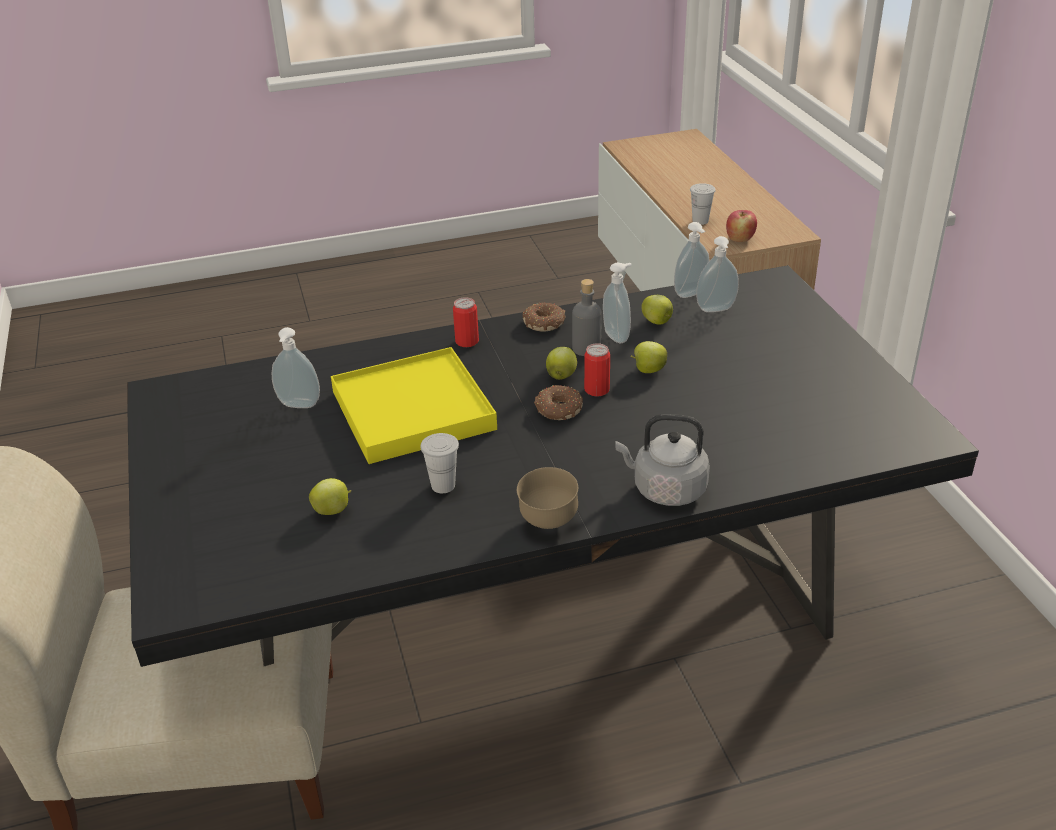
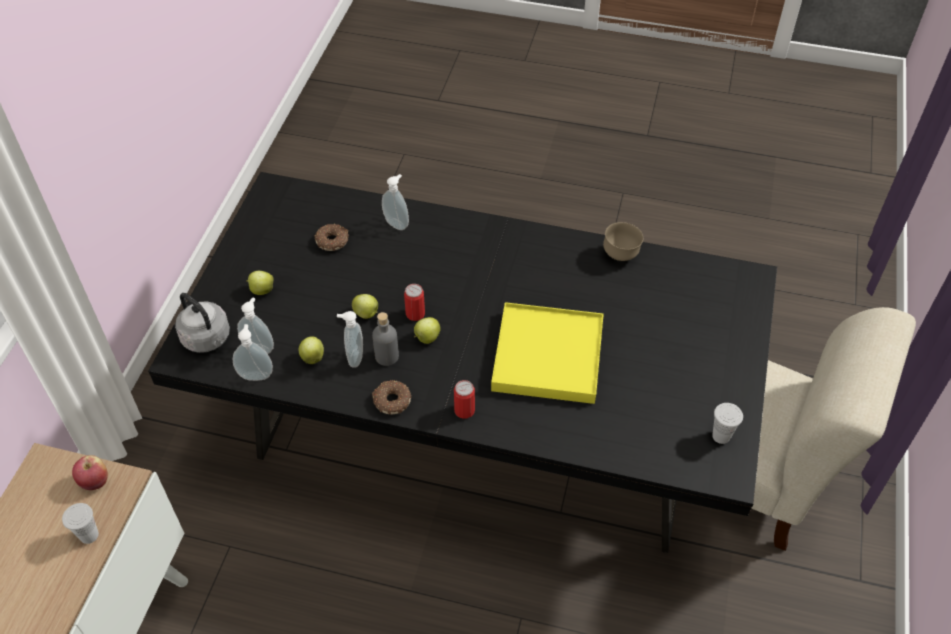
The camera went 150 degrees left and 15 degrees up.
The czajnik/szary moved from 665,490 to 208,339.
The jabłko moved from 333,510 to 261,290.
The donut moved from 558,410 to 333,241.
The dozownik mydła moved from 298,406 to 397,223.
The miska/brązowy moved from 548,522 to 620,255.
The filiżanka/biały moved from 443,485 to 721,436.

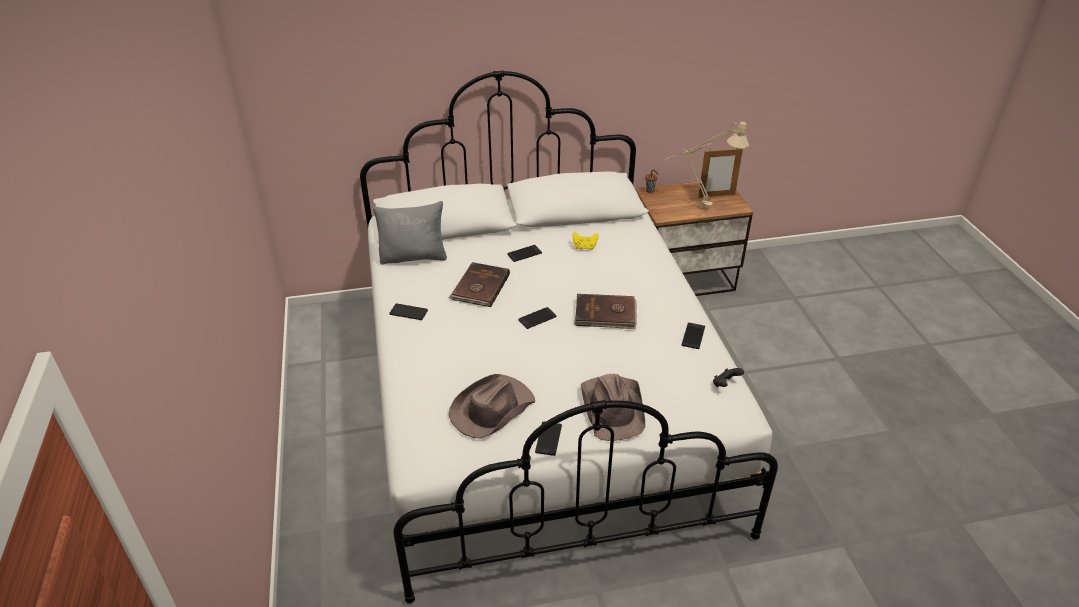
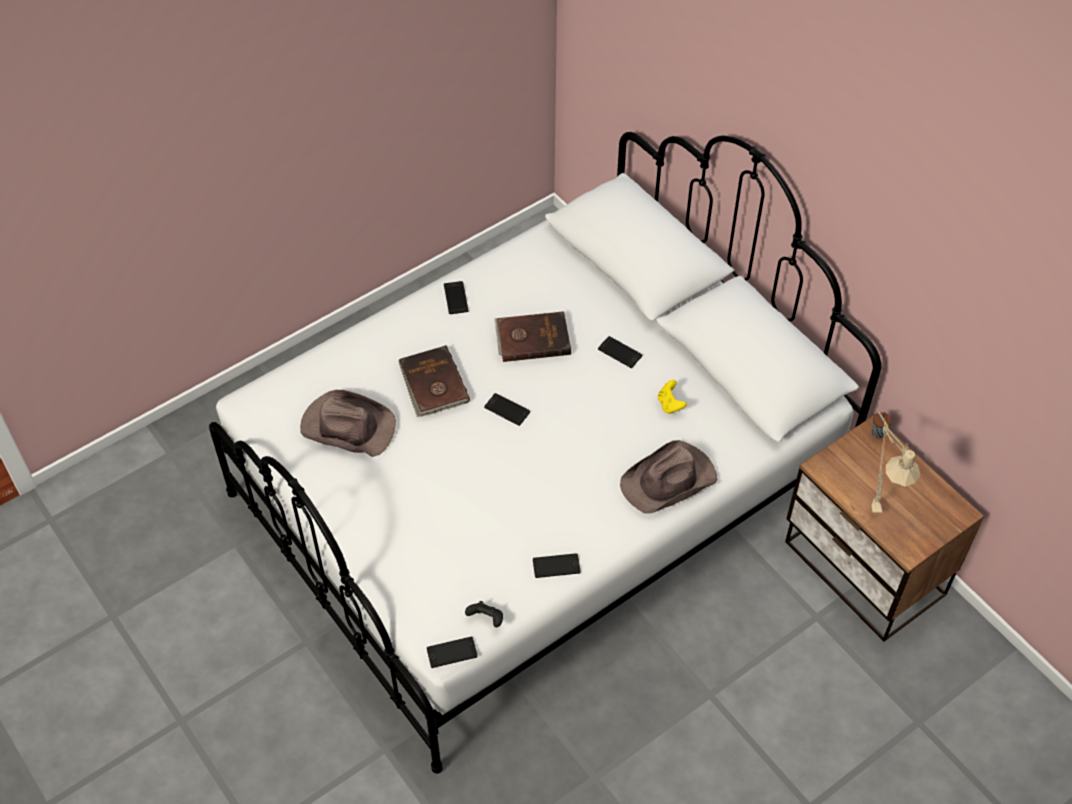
The camera went 65 degrees right and 15 degrees up.
The książka/brązowy moved from 605,314 to 433,384.
The telefon moved from 548,439 to 452,652.
The kapelusz/brązowy moved from 613,408 to 669,481.
The poduszka/szary at 413,257 disappeared.
The ramka na zdjęcie at 716,195 disappeared.

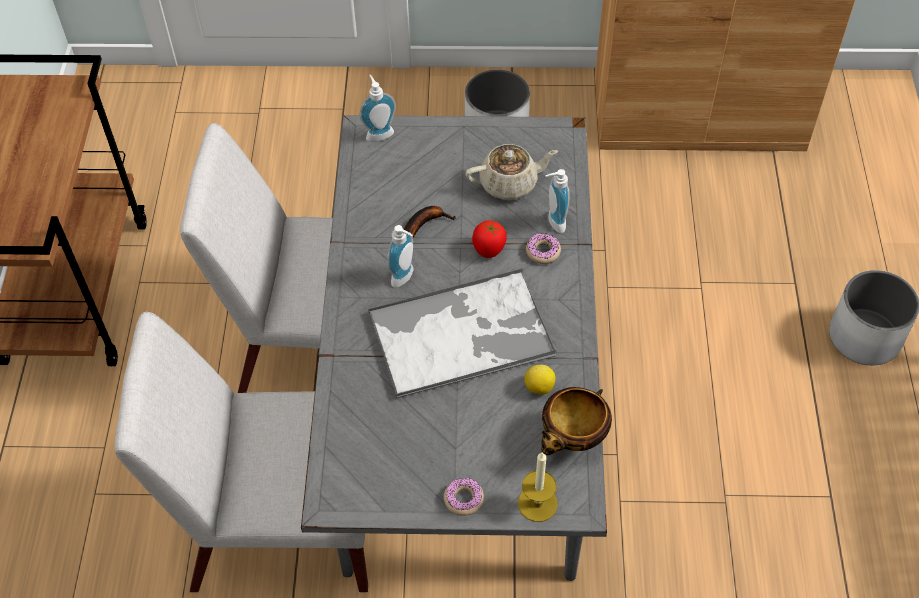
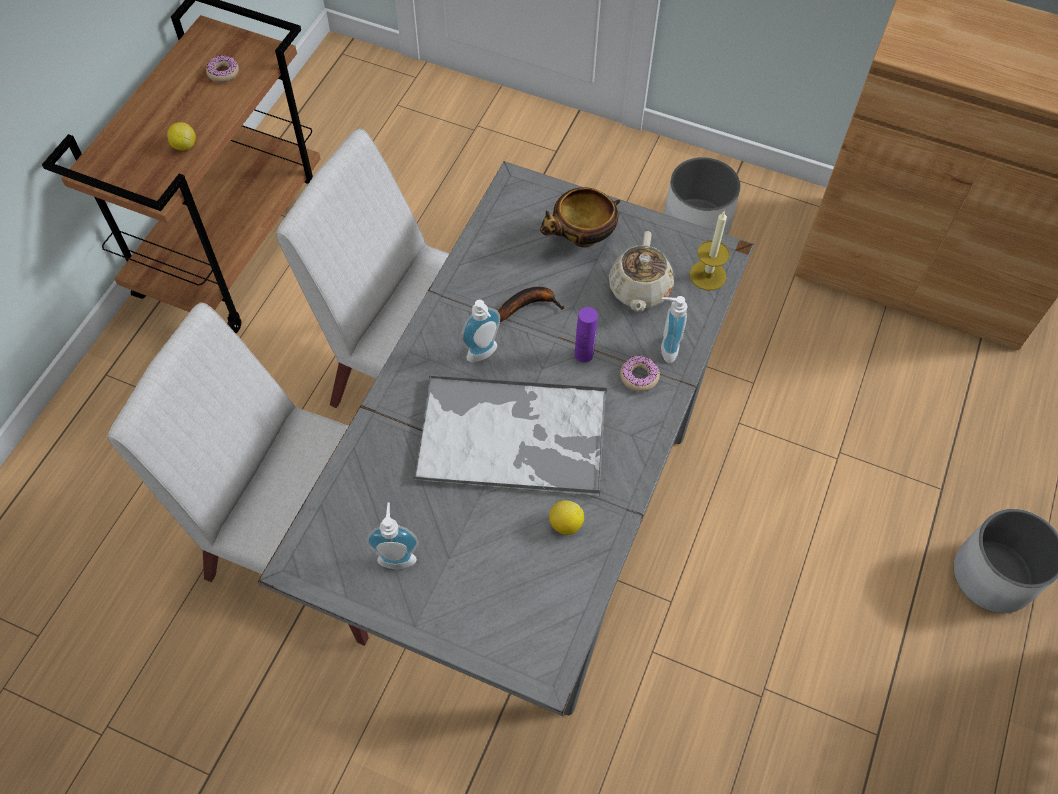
The camera went 20 degrees right and 5 degrees up.
The cytryna at 184,145 appeared.
The donut moved from 463,499 to 223,73.
The dozownik mydła moved from 378,133 to 397,555.
The miska moved from 573,439 to 581,239.
The pomidor at 489,249 was replaced by the butelka/fioletowy at 584,354.
The imbryk/beżowy at 510,183 turned 90 degrees clockwise.
The świeca moved from 537,503 to 707,275.

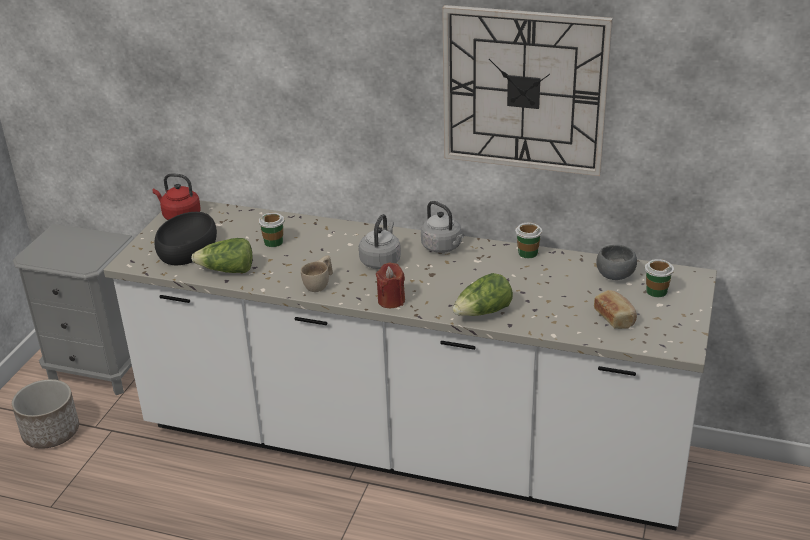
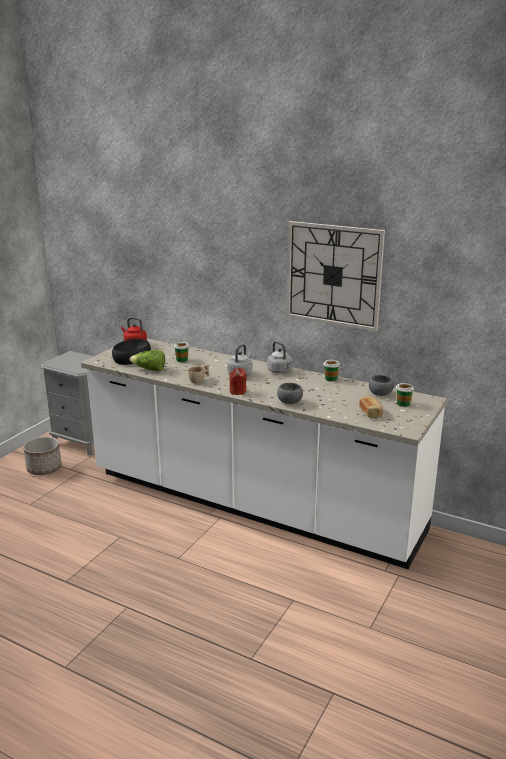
The camera went 10 degrees right and 10 degrees down.
The sałata at 483,313 was replaced by the miska/szary at 290,402.

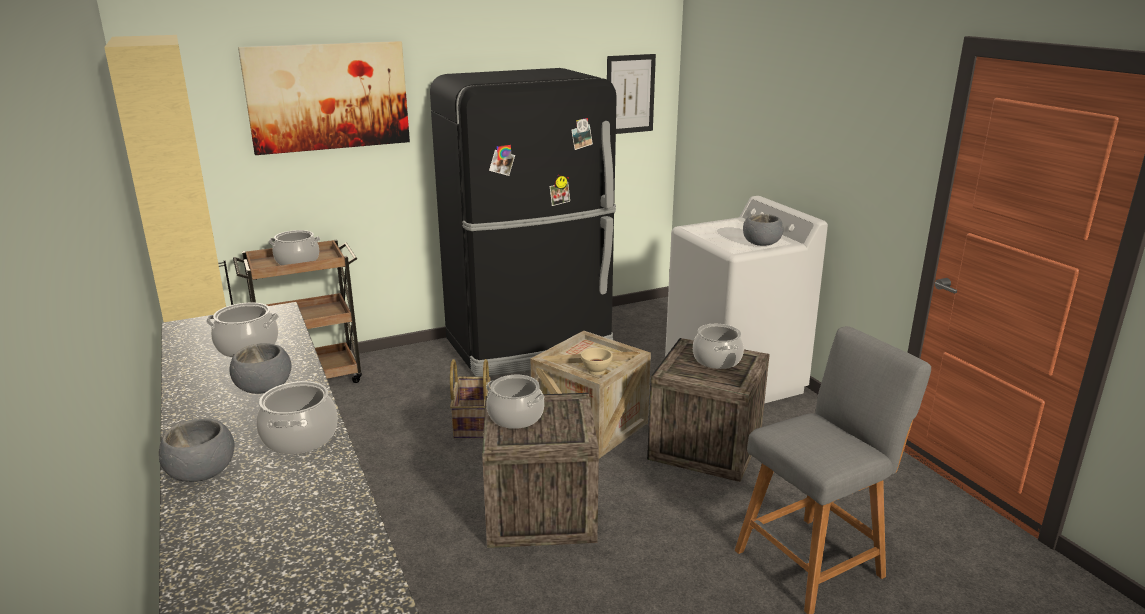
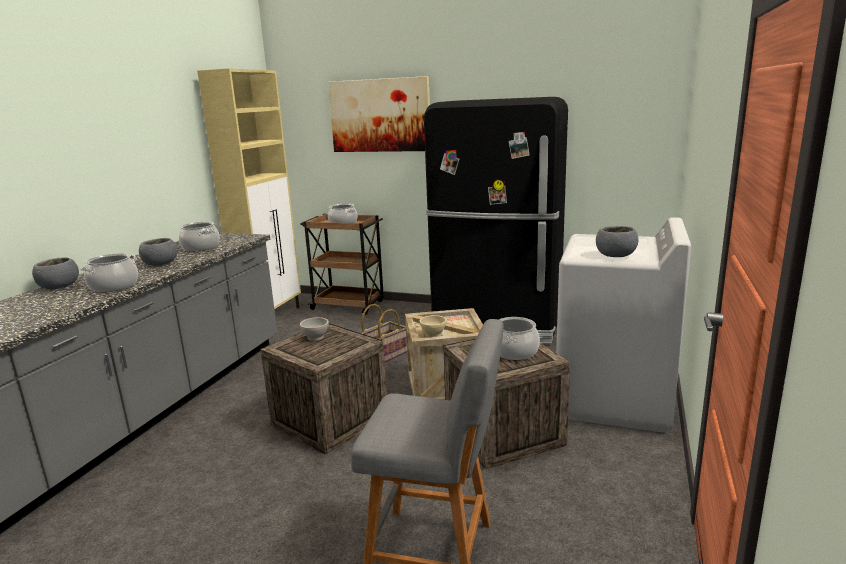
The camera went 45 degrees right and 5 degrees down.
The garnek at 516,416 was replaced by the miska/biały at 316,338.
The obraz at 630,94 disappeared.

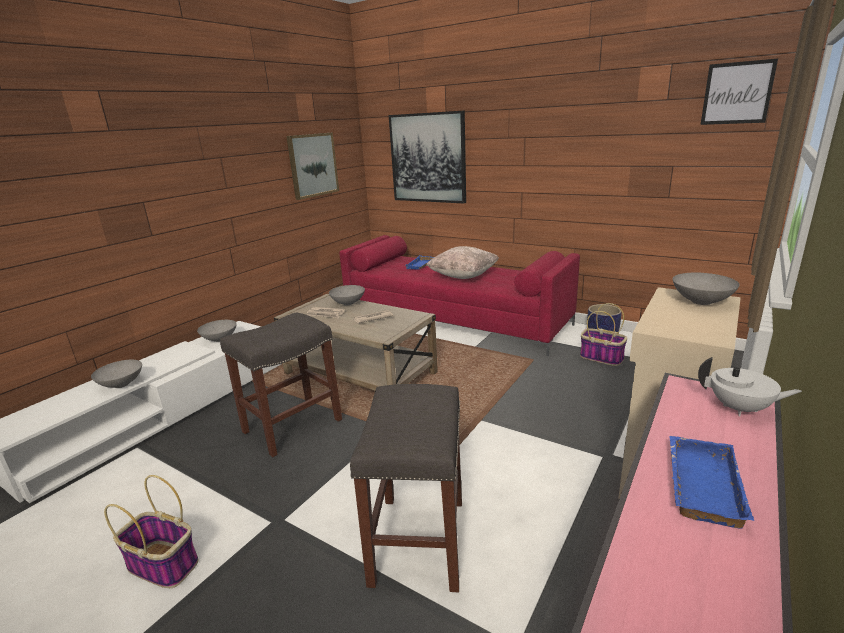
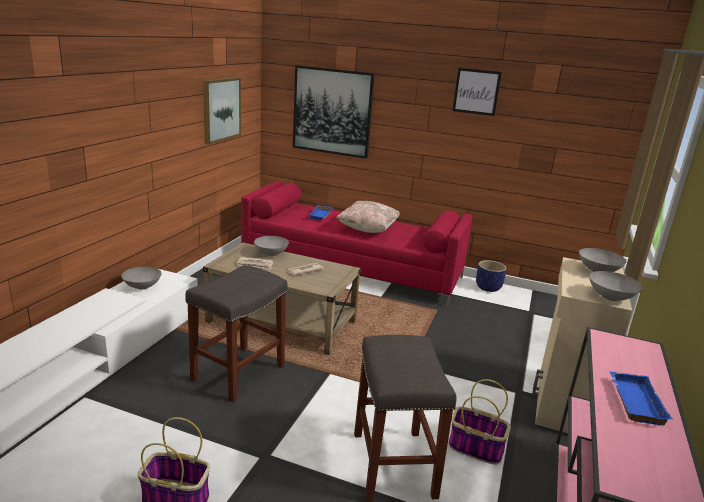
The camera went 15 degrees left and 0 degrees up.
The koszyk moved from 600,357 to 474,448.
The obraz moved from 737,93 to 476,91.
The miska/szary moved from 121,385 to 611,298.
The imbryk/biały at 740,409 disappeared.

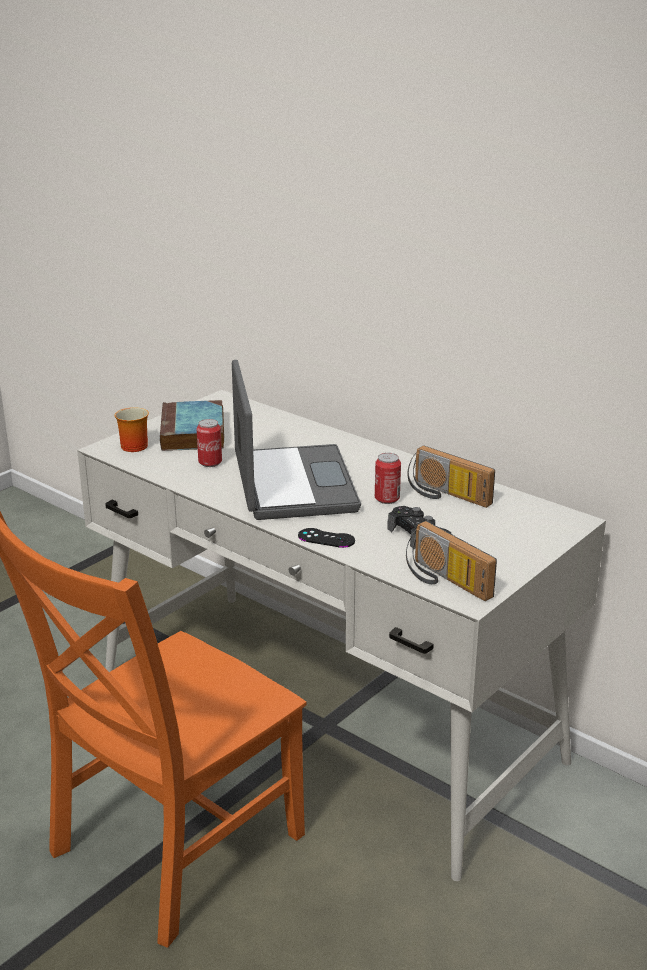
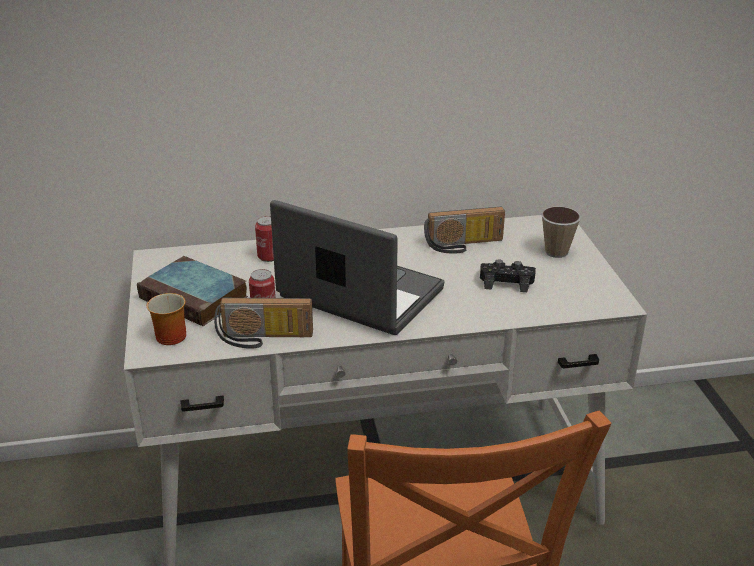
The camera went 50 degrees left and 5 degrees up.
The radio moved from 444,581 to 264,339.
The puszka moved from 387,499 to 268,257.
The filiżanka at 556,252 appeared.
The pad do gier/czarny at 326,538 disappeared.

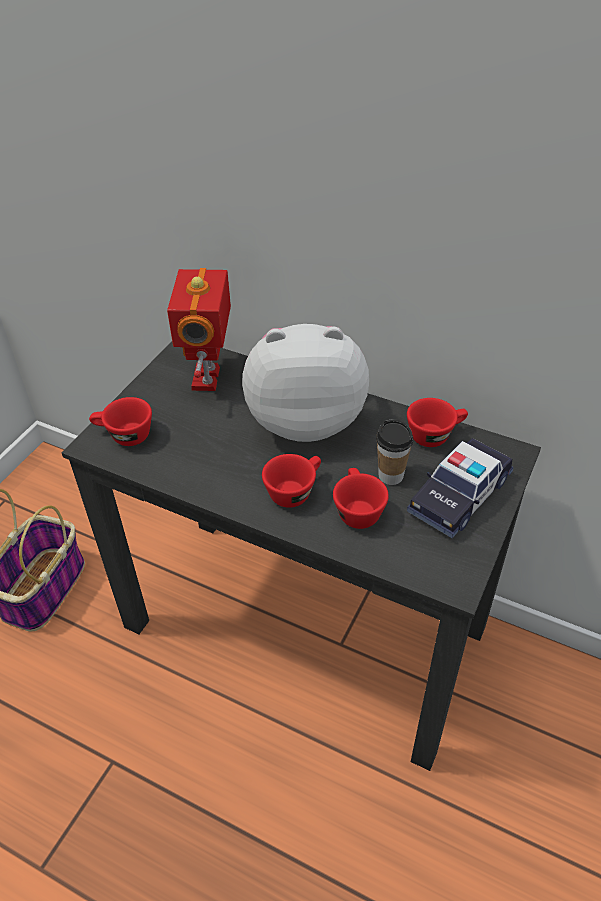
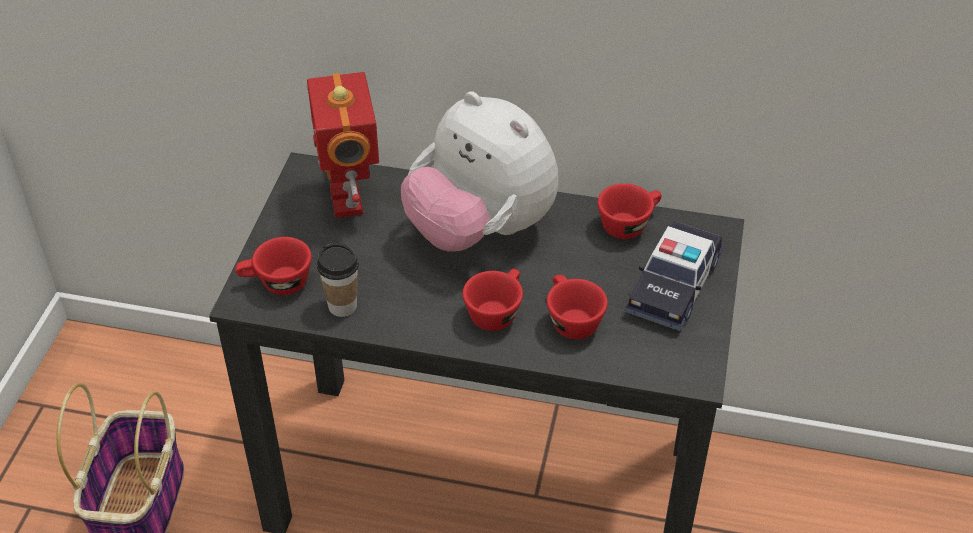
The camera went 15 degrees left and 0 degrees up.
The filiżanka moved from 391,476 to 342,306.
The pluszak at 305,419 turned 120 degrees counterclockwise.

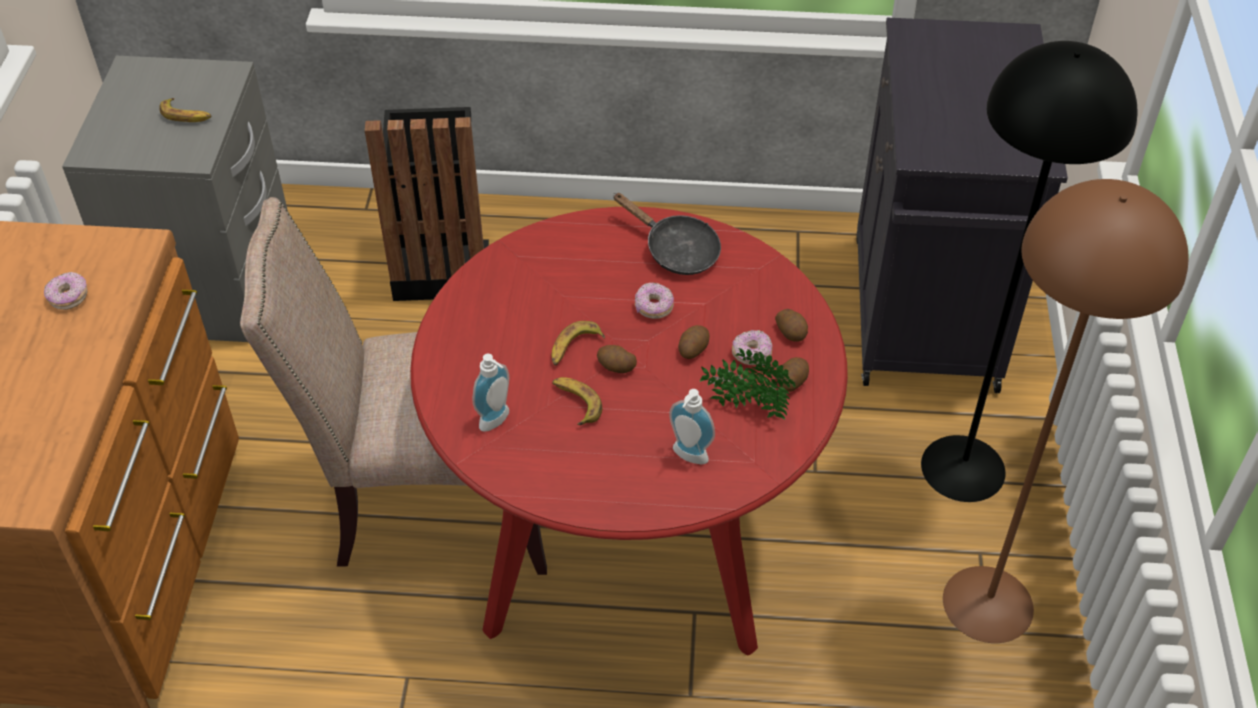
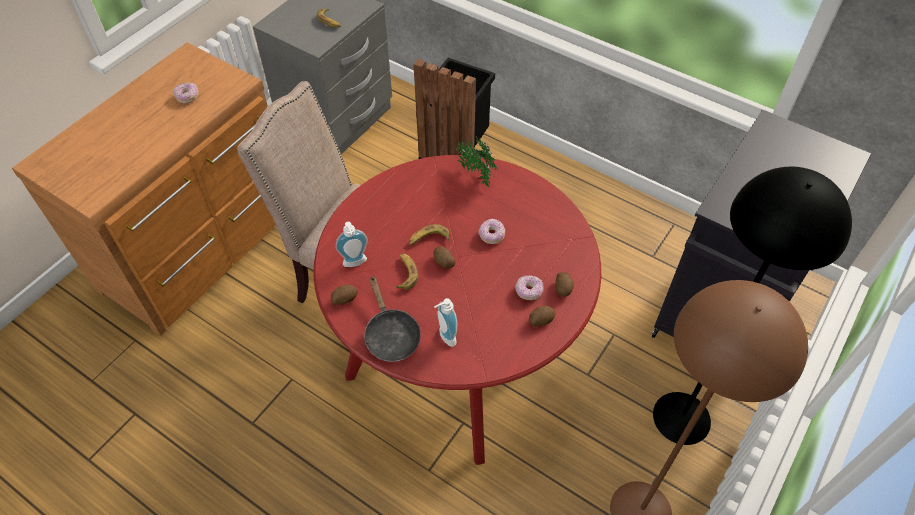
The camera went 30 degrees right and 5 degrees up.
The ziemniak moved from 692,349 to 344,298.
The patelnia/czarny moved from 676,250 to 390,335.
The roślina doniczkowa moved from 746,407 to 476,174.

